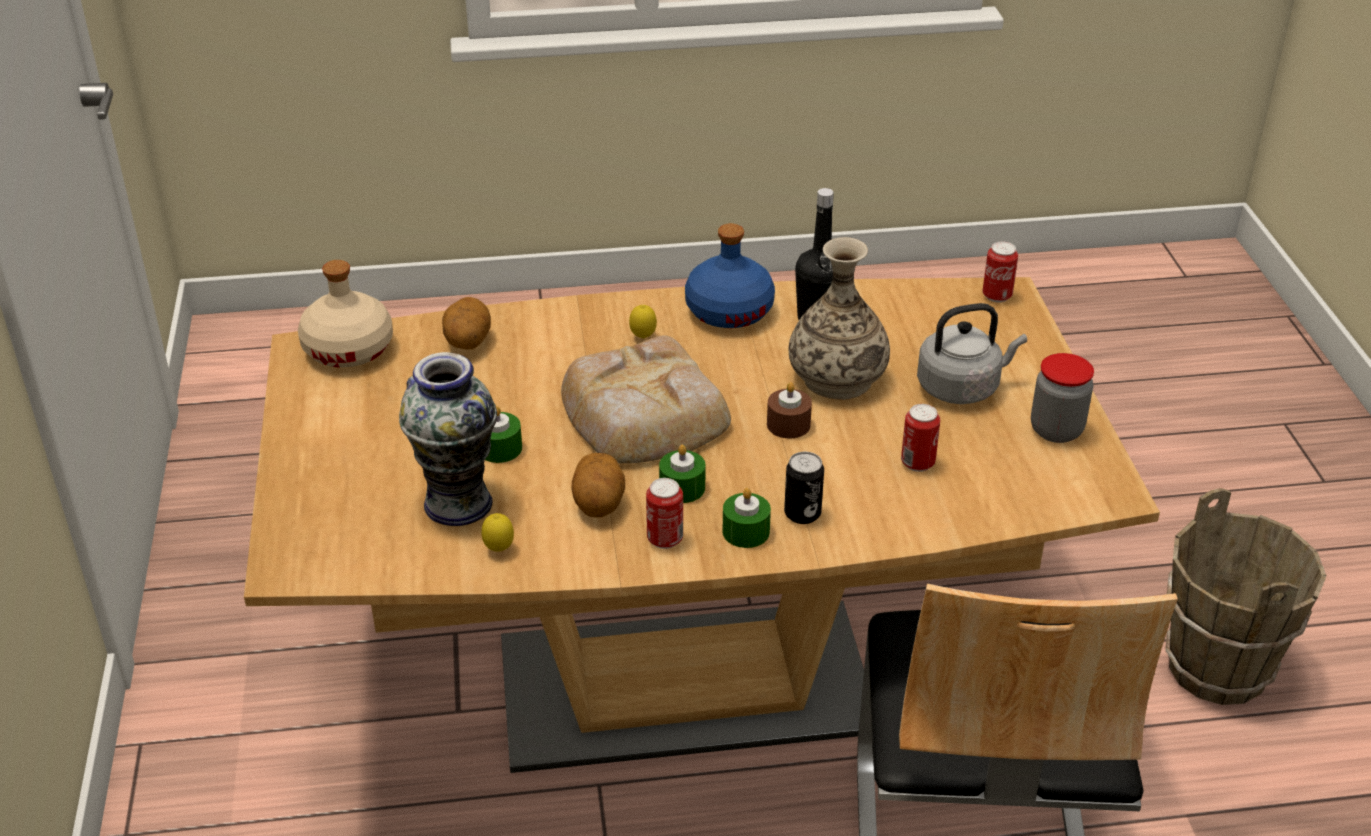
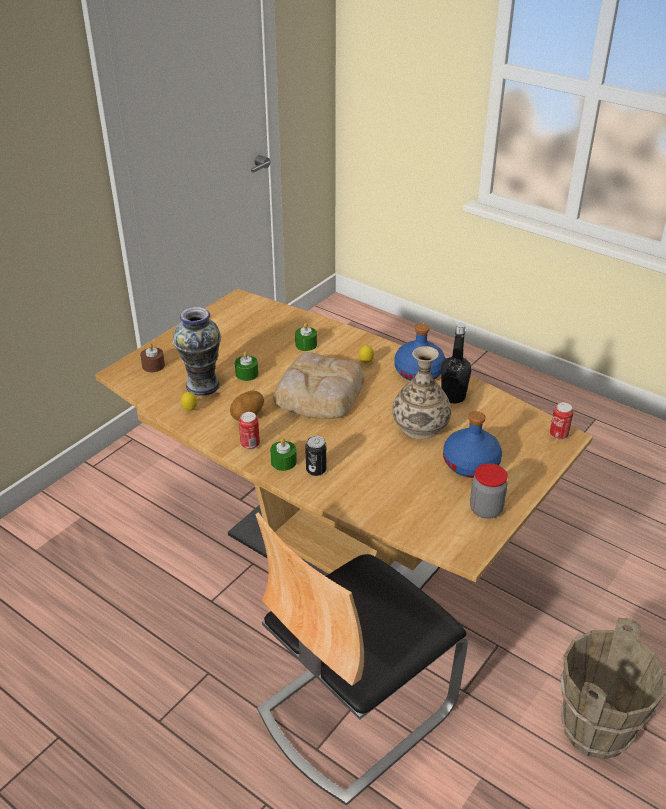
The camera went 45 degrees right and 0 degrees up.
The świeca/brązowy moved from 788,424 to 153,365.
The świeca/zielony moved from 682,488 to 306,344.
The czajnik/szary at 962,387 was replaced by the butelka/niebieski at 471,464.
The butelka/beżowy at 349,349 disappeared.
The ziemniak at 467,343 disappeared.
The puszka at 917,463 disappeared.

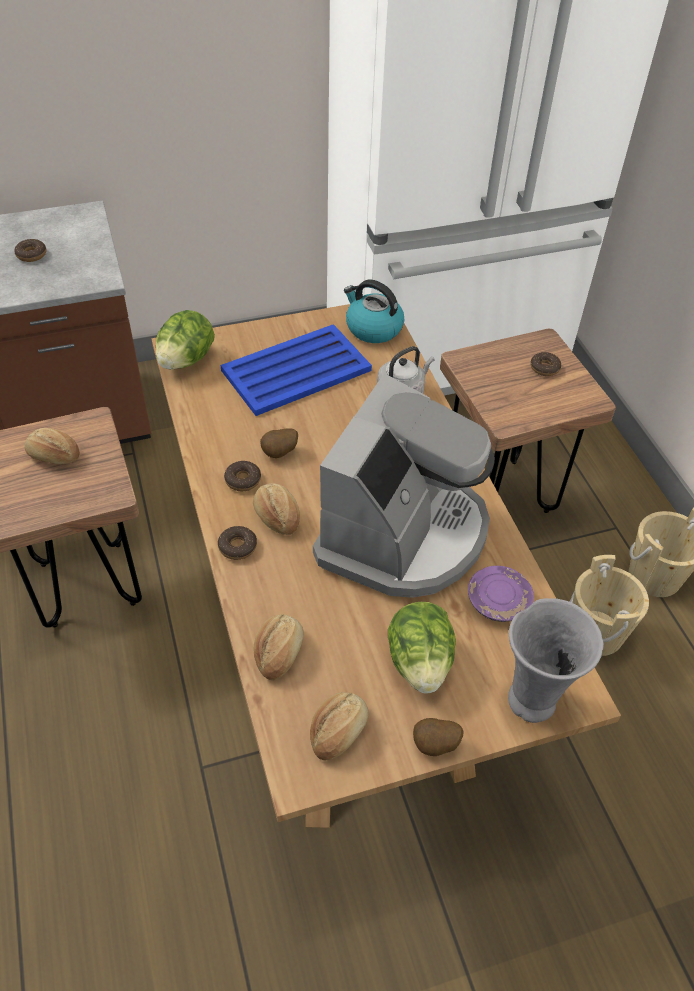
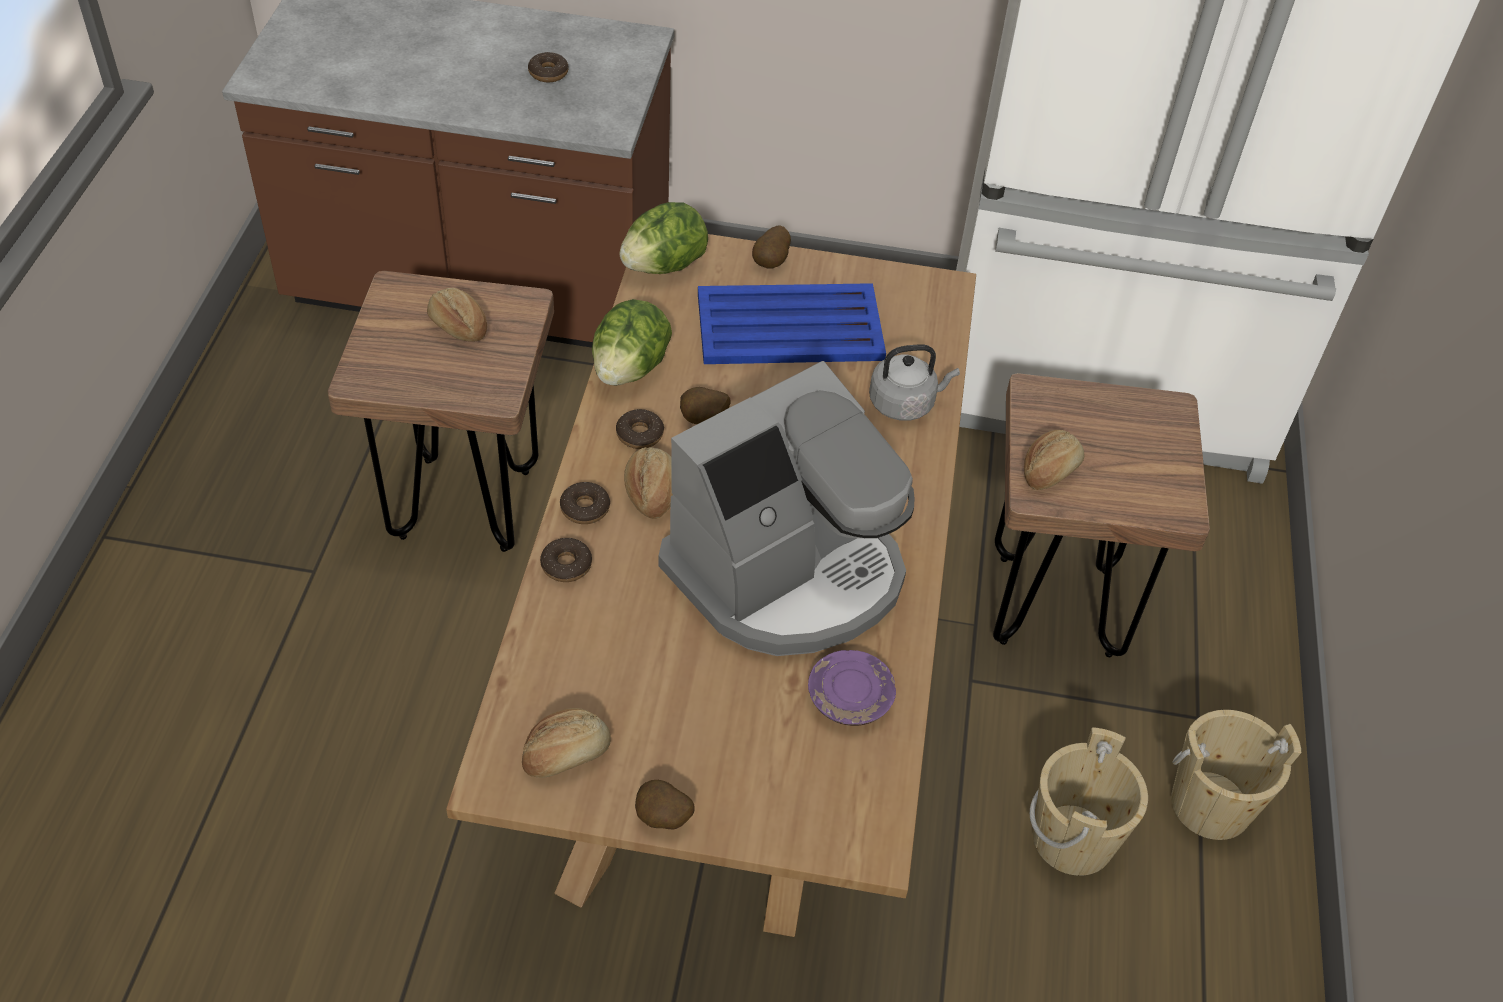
The camera went 25 degrees right and 0 degrees up.
The donut moved from 544,368 to 566,565.
The sałata moved from 419,662 to 630,369.
The ziemniak at 771,262 appeared.
The chleb moved from 278,652 to 1049,470.
The czajnik at 373,328 disappeared.
The wazon/szary at 533,698 disappeared.

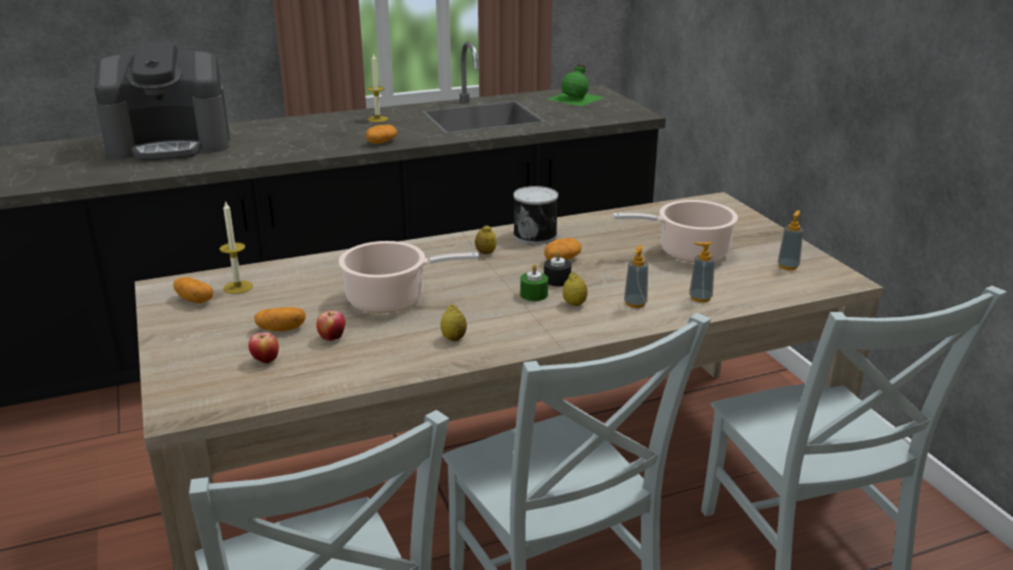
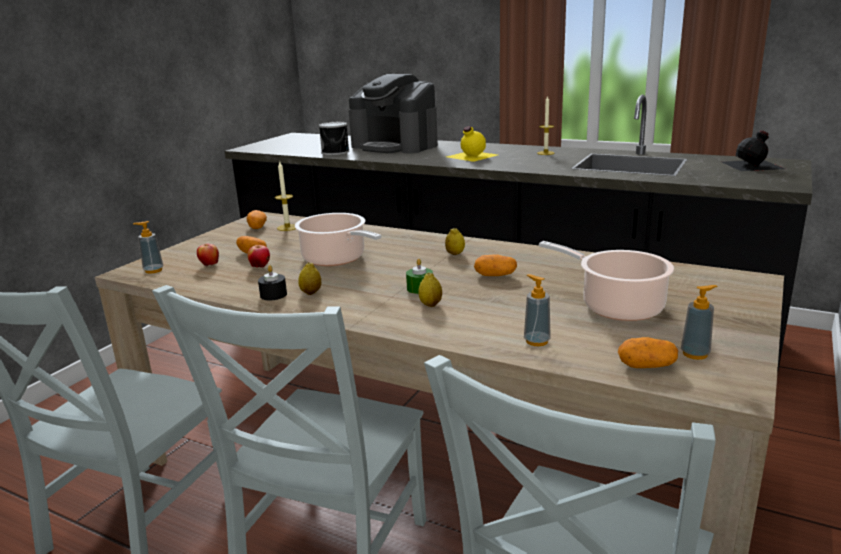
The camera went 50 degrees right and 5 degrees down.
The dozownik mydła moved from 635,303 to 153,270.
The świeca/czarny moved from 557,280 to 273,295.
The puszka moved from 536,235 to 336,152.
The butelka/żółty at 471,155 appeared.
The ziemniak moved from 381,142 to 646,366.
The butelka/zielony at 576,98 became the butelka/czarny at 753,165.

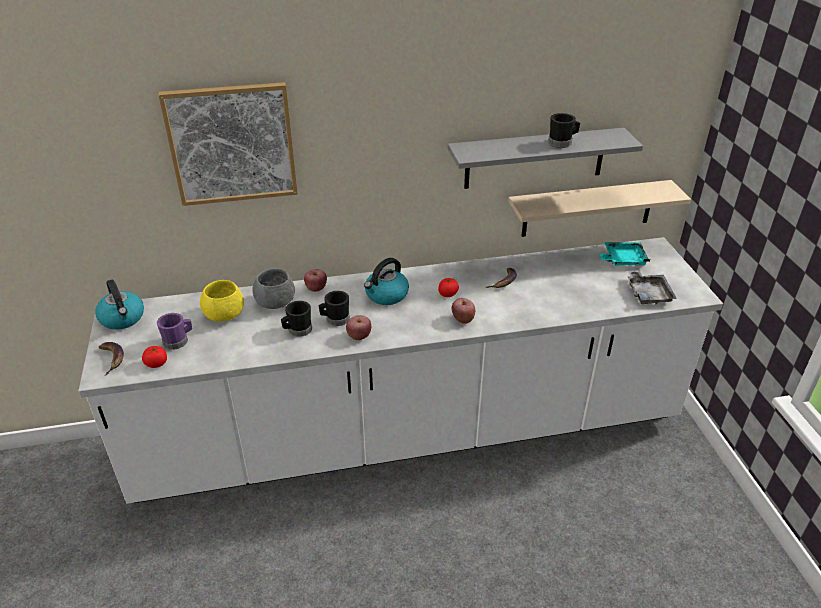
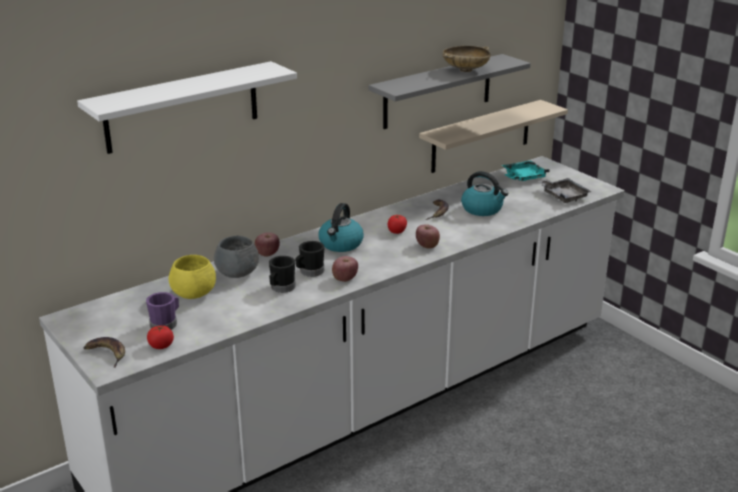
The camera went 25 degrees left and 10 degrees down.
The obraz at 232,144 was replaced by the półka/biały at 182,107.
The kubek/czarny at 562,143 was replaced by the miska/beżowy at 465,70.
The czajnik moved from 123,318 to 482,209.

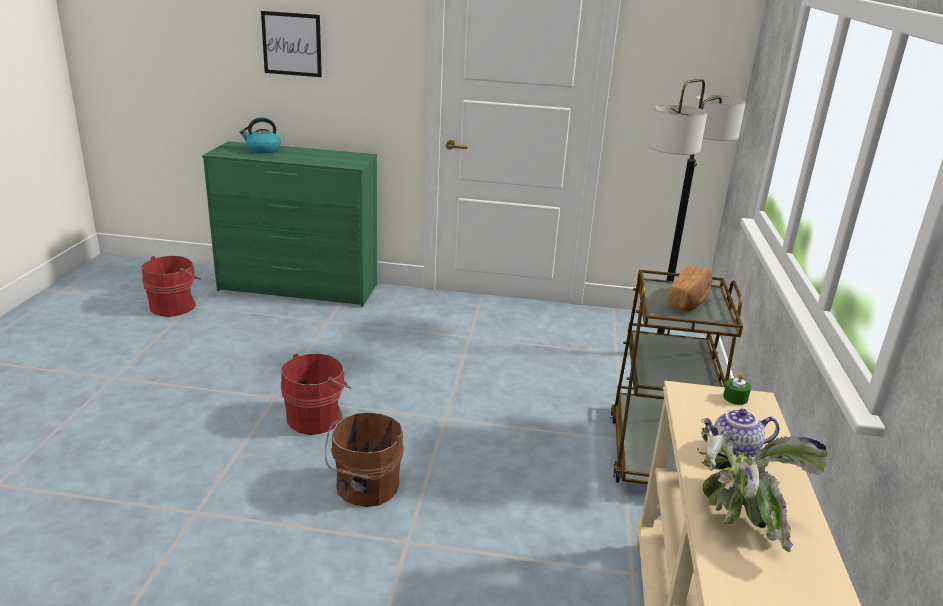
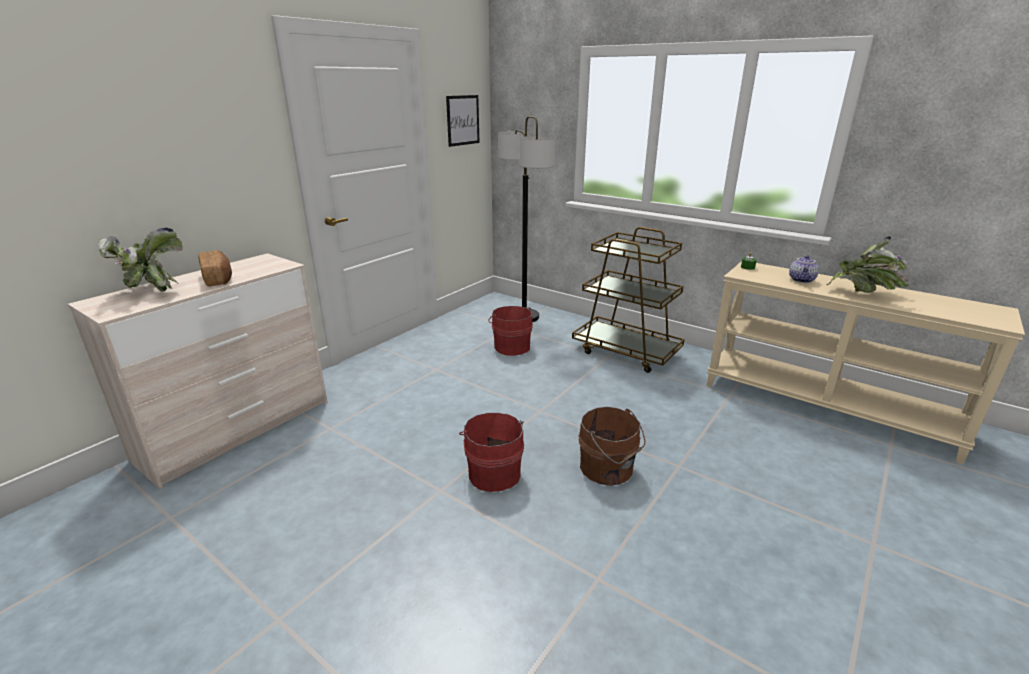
The camera went 60 degrees left and 0 degrees up.
The komoda/zielony at 298,288 became the komoda/beżowy at 237,431.
The czajnik at 262,150 was replaced by the roślina doniczkowa at 150,291.
The chleb moved from 689,301 to 218,278.
The obraz moved from 292,44 to 463,120.
The wiadro/czerwony moved from 175,306 to 511,346.

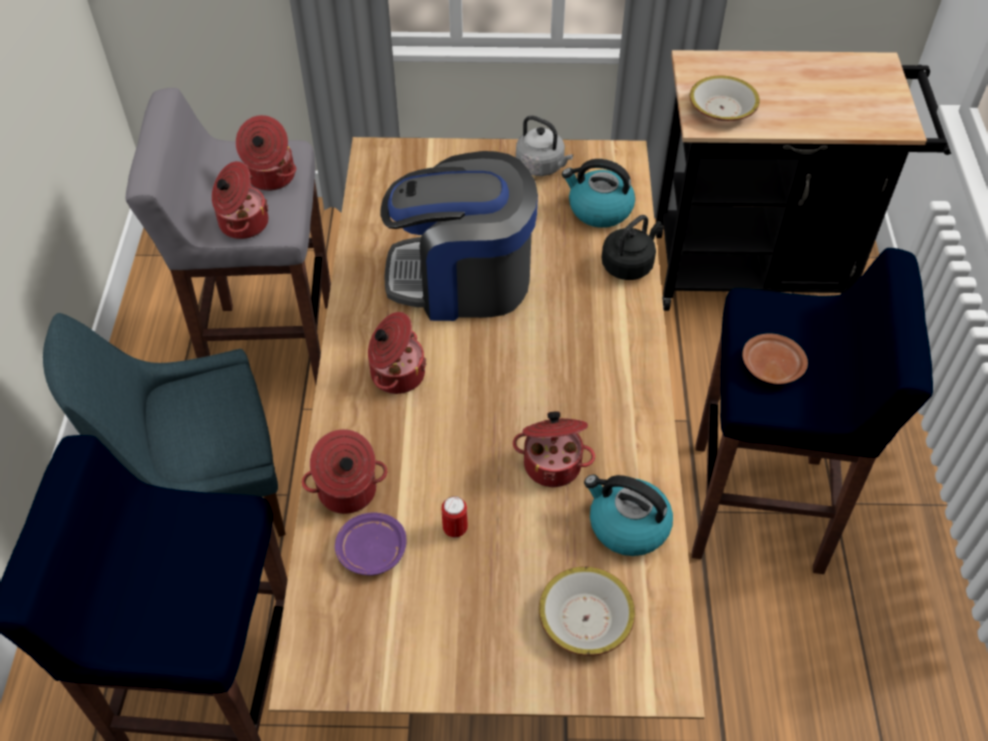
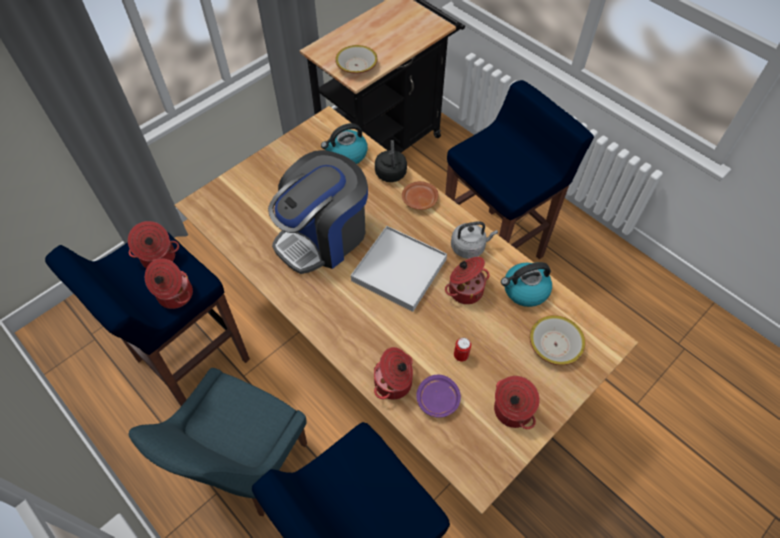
The camera went 45 degrees left and 5 degrees up.
The stołek/szary at 270,350 became the stołek/niebieski at 191,360.
The taca/biały at 399,270 appeared.
The talerz/brązowy moved from 771,366 to 419,200.
The czajnik/szary moved from 542,166 to 469,247.
The garnek moved from 396,373 to 511,410.

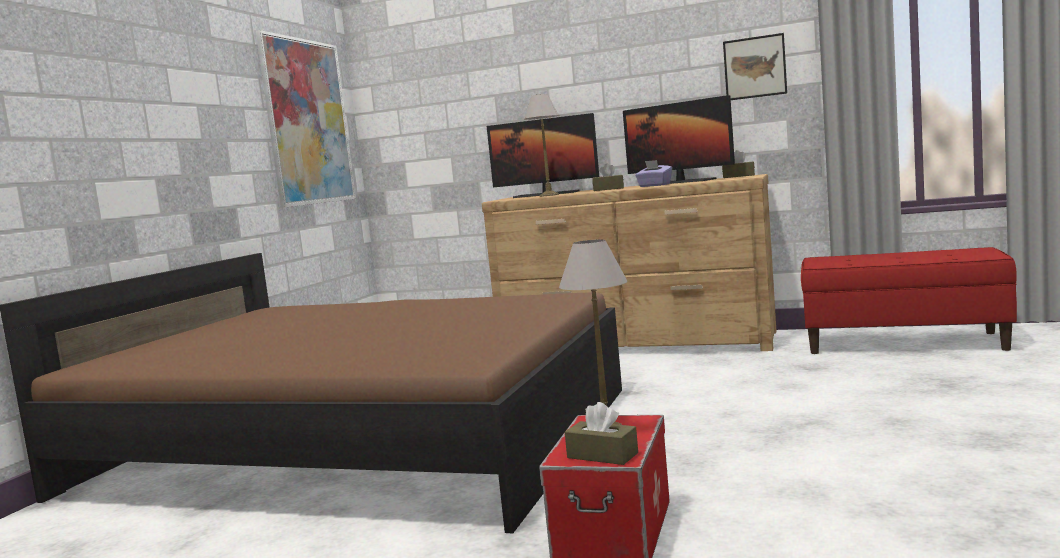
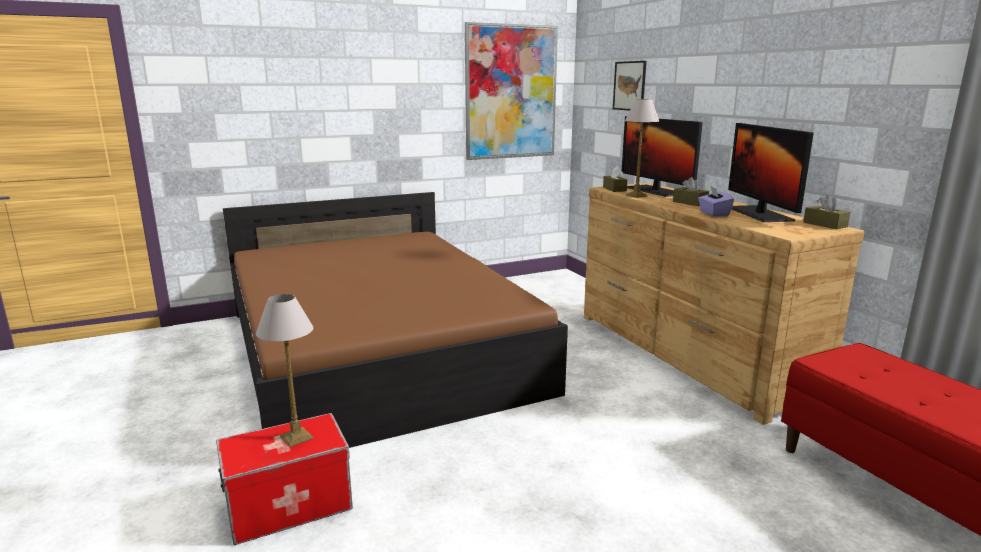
The camera went 45 degrees right and 10 degrees up.
The pudełko chusteczek/brązowy moved from 602,455 to 614,189.
The obraz moved from 754,67 to 629,86.

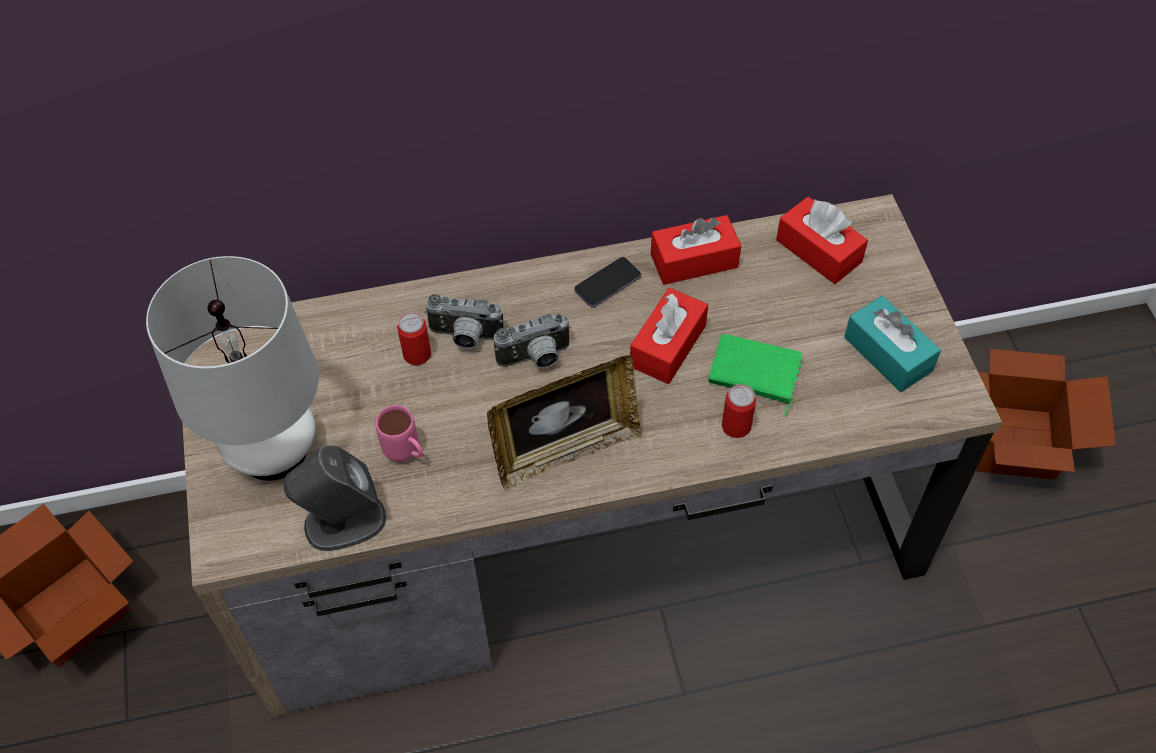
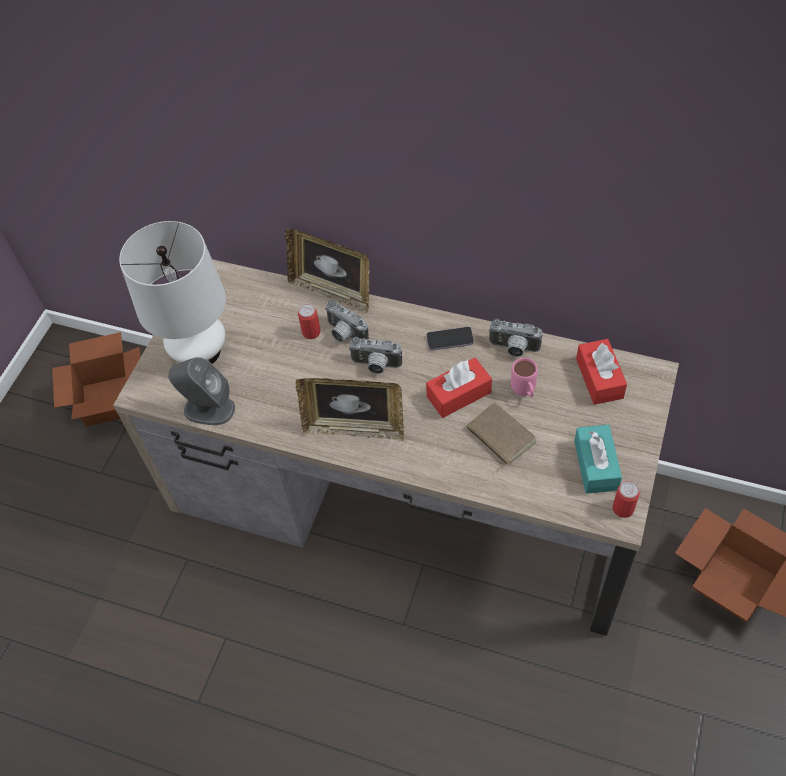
The camera went 35 degrees right and 0 degrees up.
The ramka na zdjęcie at 332,291 appeared.
The książka/zielony at 753,374 became the książka/brązowy at 499,437.
The pudełko chusteczek/czerwony at 694,261 was replaced by the aparat fotograficzny at 513,349.
The kubek/różowy moved from 406,455 to 524,393.
The puszka moved from 736,426 to 623,508.

